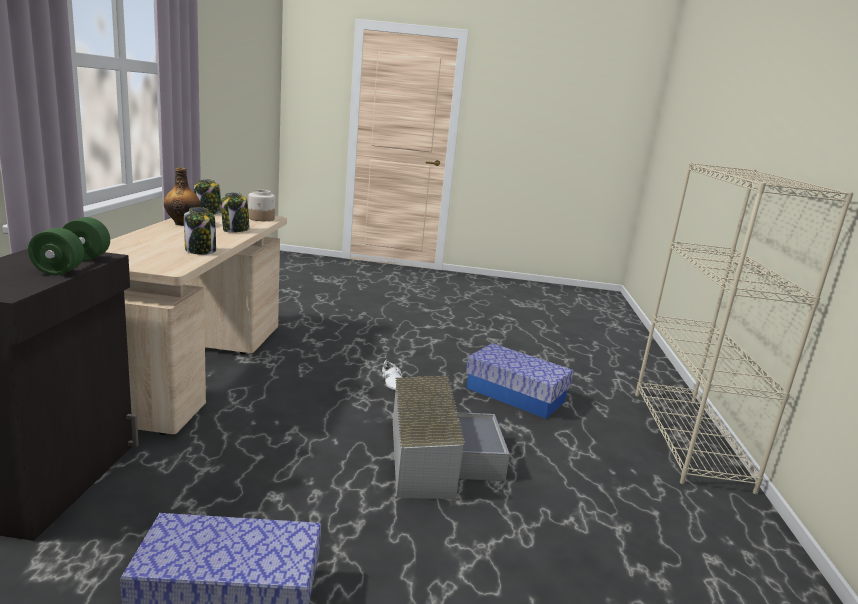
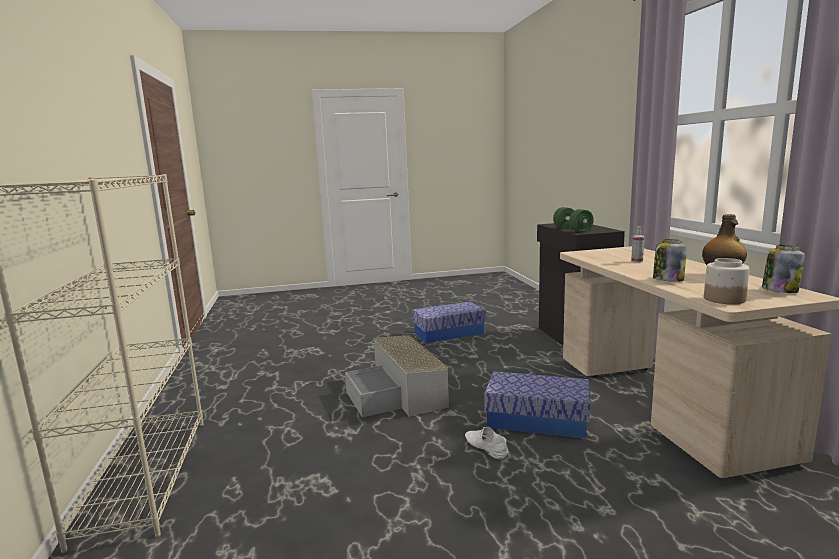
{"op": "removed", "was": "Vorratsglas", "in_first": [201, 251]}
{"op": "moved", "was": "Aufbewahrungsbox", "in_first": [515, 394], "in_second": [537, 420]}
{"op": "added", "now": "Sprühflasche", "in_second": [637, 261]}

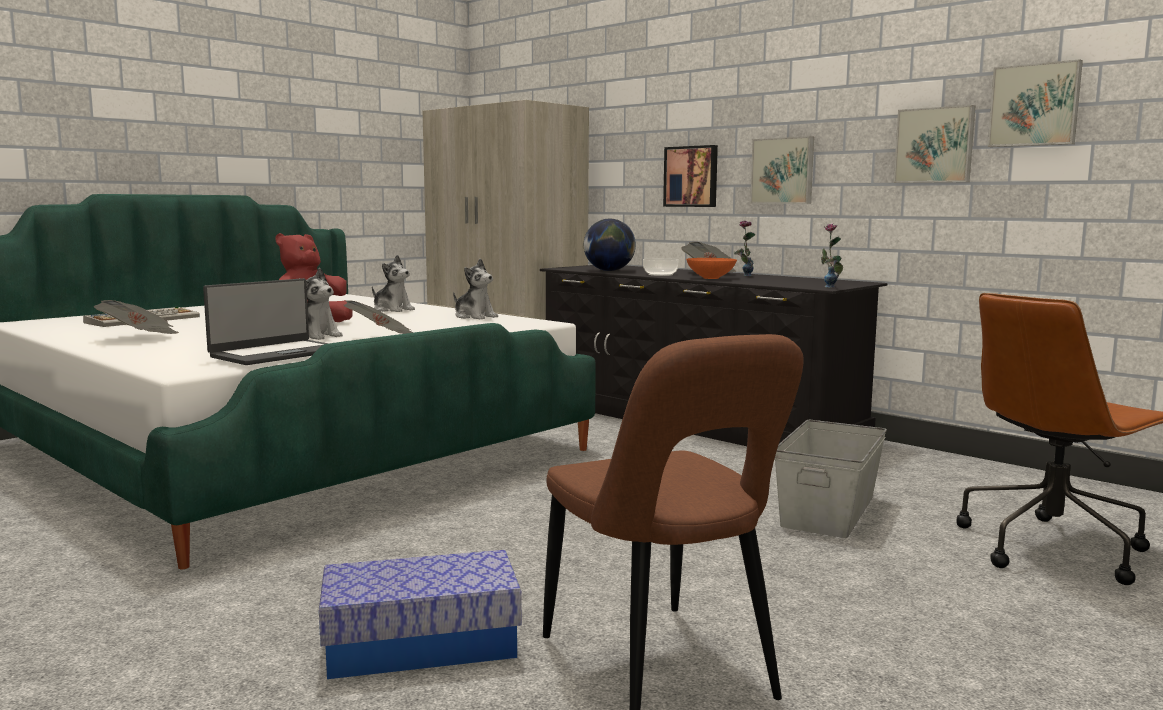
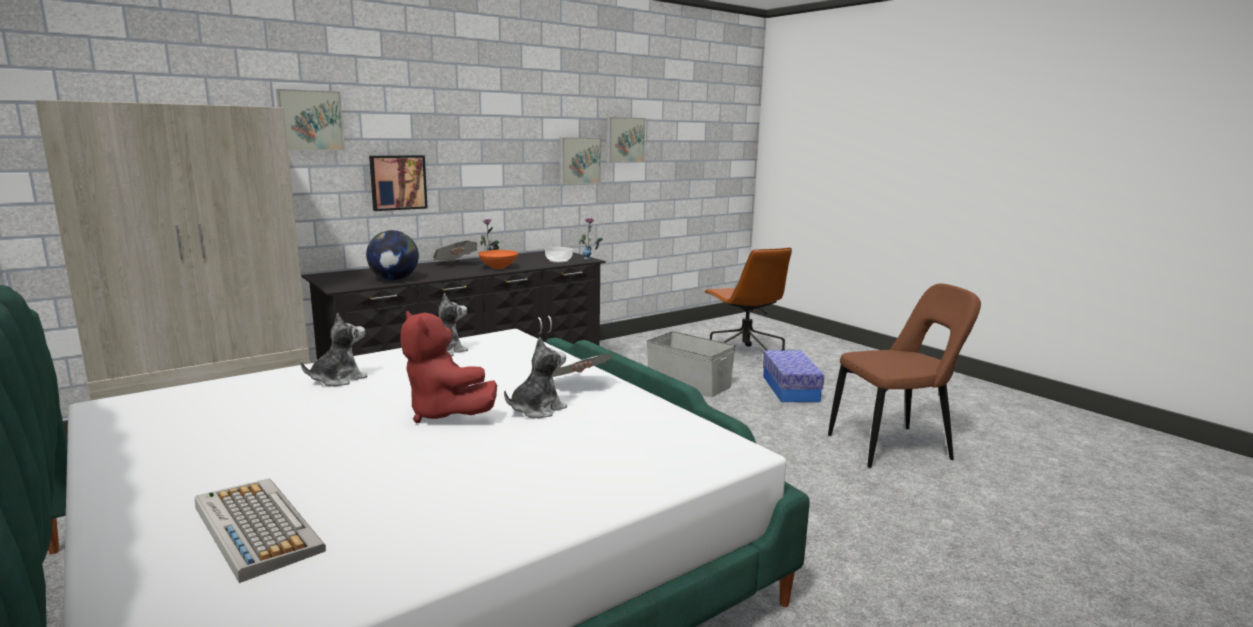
{"op": "moved", "was": "Bild", "in_first": [783, 171], "in_second": [310, 120]}
{"op": "moved", "was": "Schüssel", "in_first": [660, 274], "in_second": [558, 260]}
{"op": "removed", "was": "Laptop", "in_first": [277, 353]}
{"op": "removed", "was": "Zeitung", "in_first": [141, 338]}
{"op": "moved", "was": "Aufbewahrungsbox", "in_first": [421, 644], "in_second": [790, 388]}

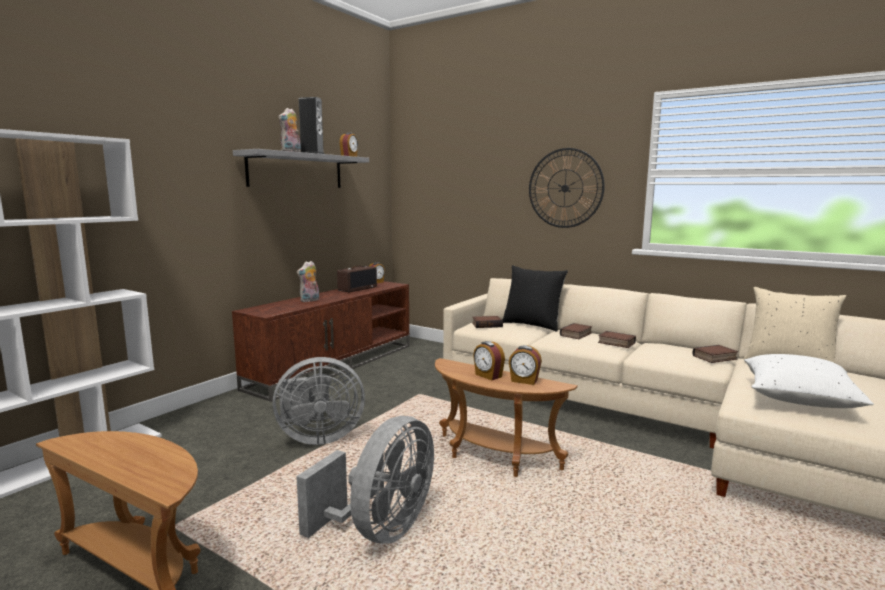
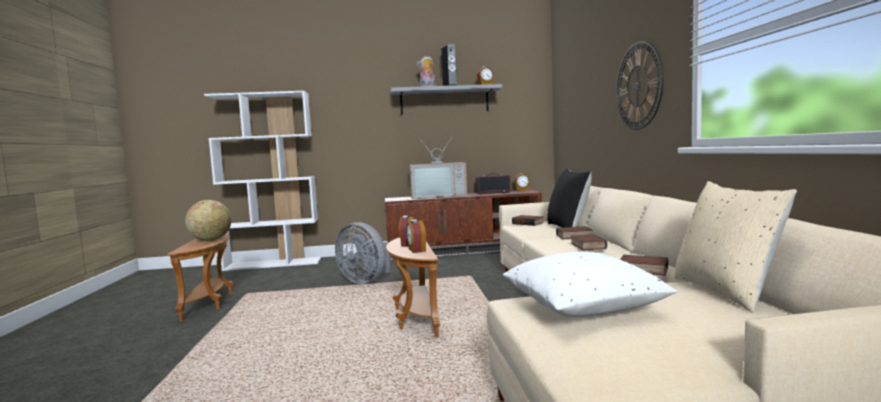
{"op": "replaced", "was": "Plüschtier", "now": "Fernseher", "in_first": [310, 300], "in_second": [438, 196]}
{"op": "removed", "was": "Ventilator [grau]", "in_first": [380, 530]}
{"op": "added", "now": "Globus", "in_second": [210, 240]}

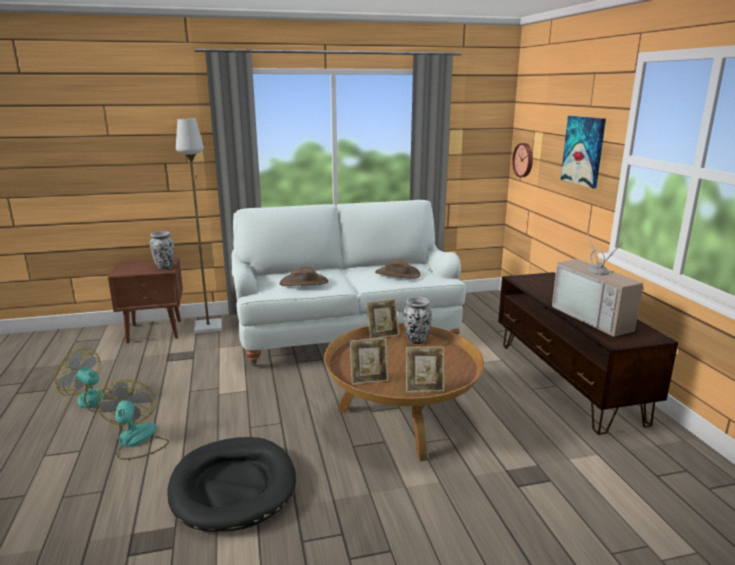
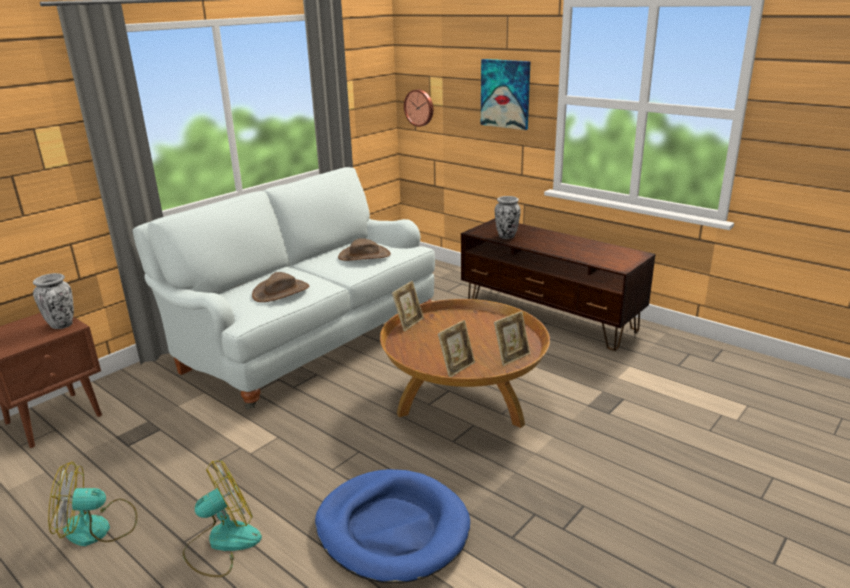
{"op": "removed", "was": "Stehlampe [grau]", "in_first": [208, 327]}
{"op": "removed", "was": "Fernseher", "in_first": [596, 318]}
{"op": "moved", "was": "Vase", "in_first": [416, 341], "in_second": [507, 236]}
{"op": "turned", "was": "Ventilator", "in_first": [136, 441], "in_second": [222, 543], "clockwise": 105}
{"op": "recoloured", "was": "Hundebett [schwarz]", "now": "Hundebett [blau]", "in_first": [233, 486], "in_second": [392, 529]}

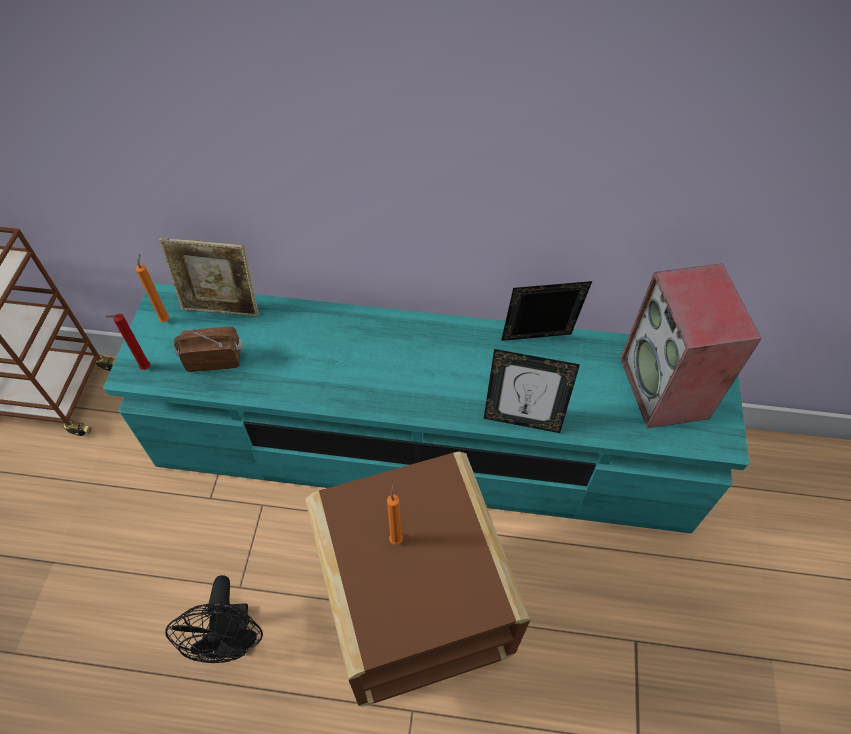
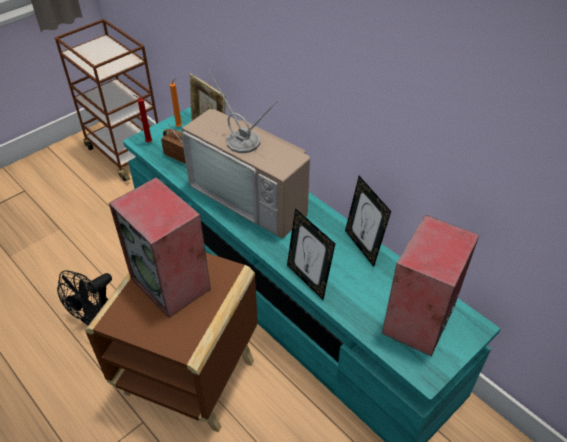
{"op": "turned", "was": "Bilderrahmen", "in_first": [537, 342], "in_second": [362, 246], "clockwise": -150}
{"op": "replaced", "was": "Kerze [orange]", "now": "Lautsprecher", "in_first": [396, 538], "in_second": [172, 283]}
{"op": "added", "now": "Fernseher", "in_second": [253, 195]}

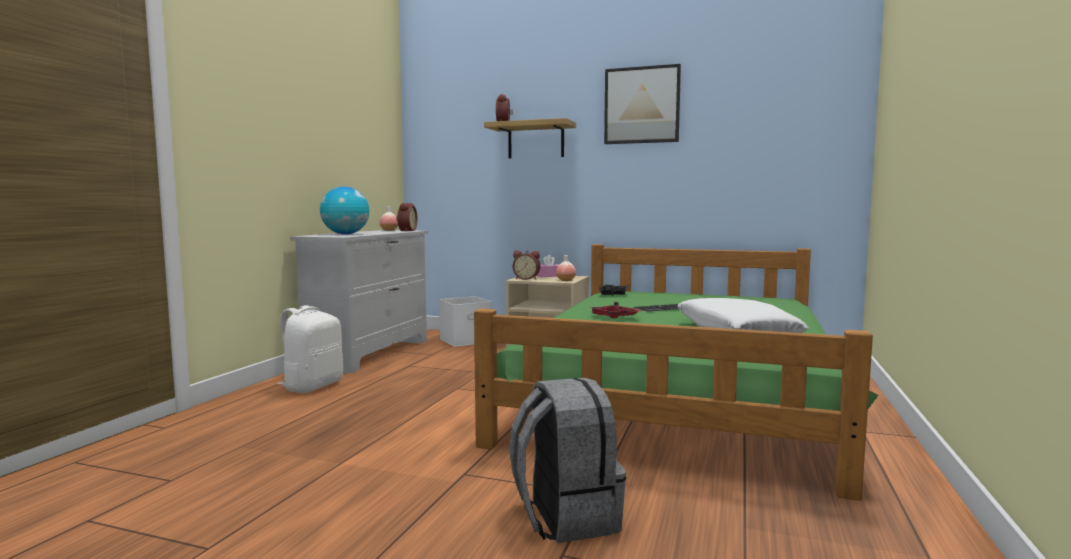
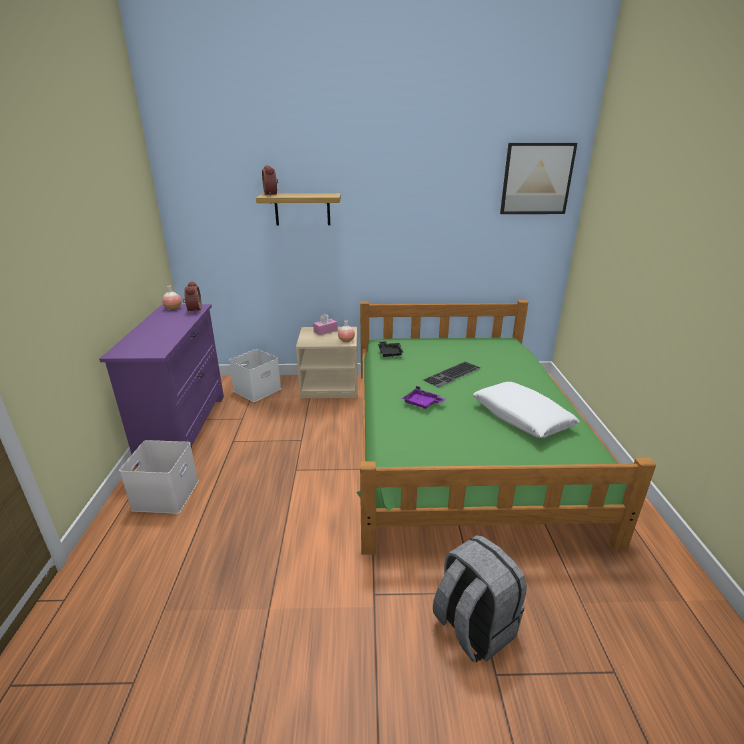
{"op": "moved", "was": "Bild", "in_first": [641, 105], "in_second": [536, 179]}
{"op": "removed", "was": "Globus", "in_first": [346, 234]}
{"op": "recoloured", "was": "Kommode [weiß]", "now": "Kommode [lila]", "in_first": [370, 353], "in_second": [184, 426]}
{"op": "removed", "was": "Wecker", "in_first": [527, 278]}
{"op": "recoloured", "was": "Tablett [rot]", "now": "Tablett [lila]", "in_first": [614, 317], "in_second": [422, 403]}
{"op": "replaced", "was": "Rucksack [weiß]", "now": "Aufbewahrungsbox [weiß]", "in_first": [312, 386], "in_second": [165, 494]}

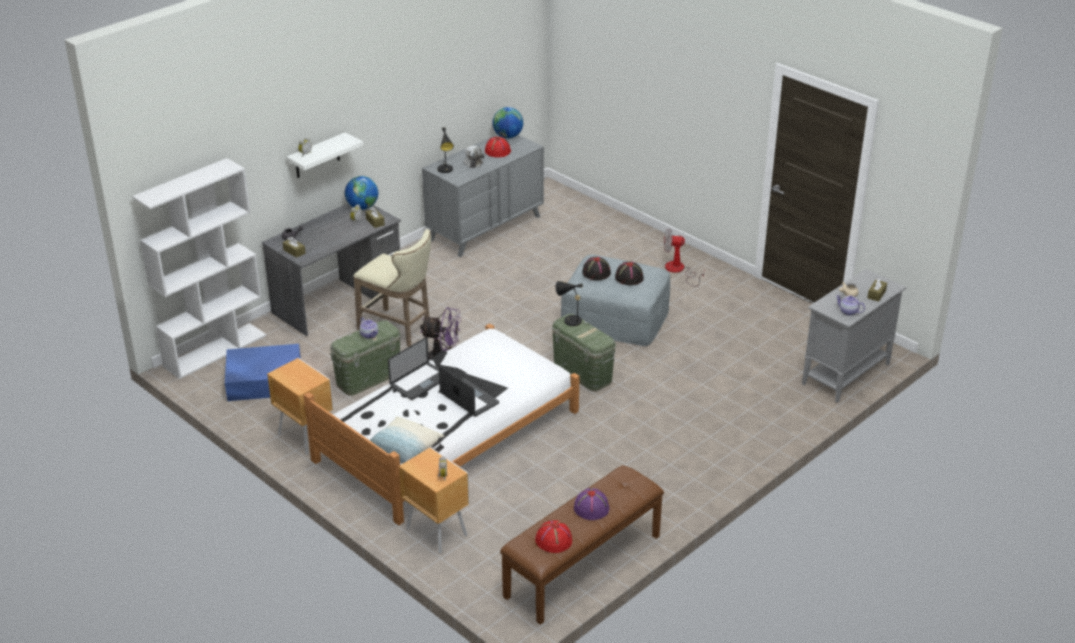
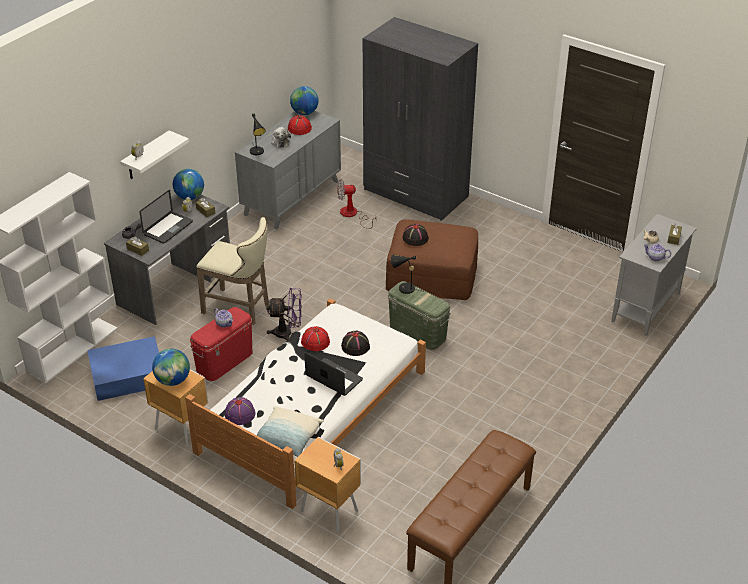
{"op": "moved", "was": "Ventilator", "in_first": [679, 271], "in_second": [353, 215]}
{"op": "recoloured", "was": "Polsterhocker [grau]", "now": "Polsterhocker [braun]", "in_first": [615, 318], "in_second": [432, 275]}
{"op": "moved", "was": "Hut [schwarz]", "in_first": [629, 277], "in_second": [355, 346]}
{"op": "recoloured", "was": "Aufbewahrungsbox [grün]", "now": "Aufbewahrungsbox [rot]", "in_first": [368, 378], "in_second": [224, 361]}
{"op": "moved", "was": "Laptop", "in_first": [420, 382], "in_second": [168, 228]}
{"op": "moved", "was": "Hut [lila]", "in_first": [591, 507], "in_second": [240, 413]}
{"op": "moved", "was": "Hut [rot]", "in_first": [553, 540], "in_second": [315, 342]}
{"op": "added", "now": "Kleiderschrank [grau]", "in_second": [415, 193]}
{"op": "added", "now": "Globus", "in_second": [173, 380]}

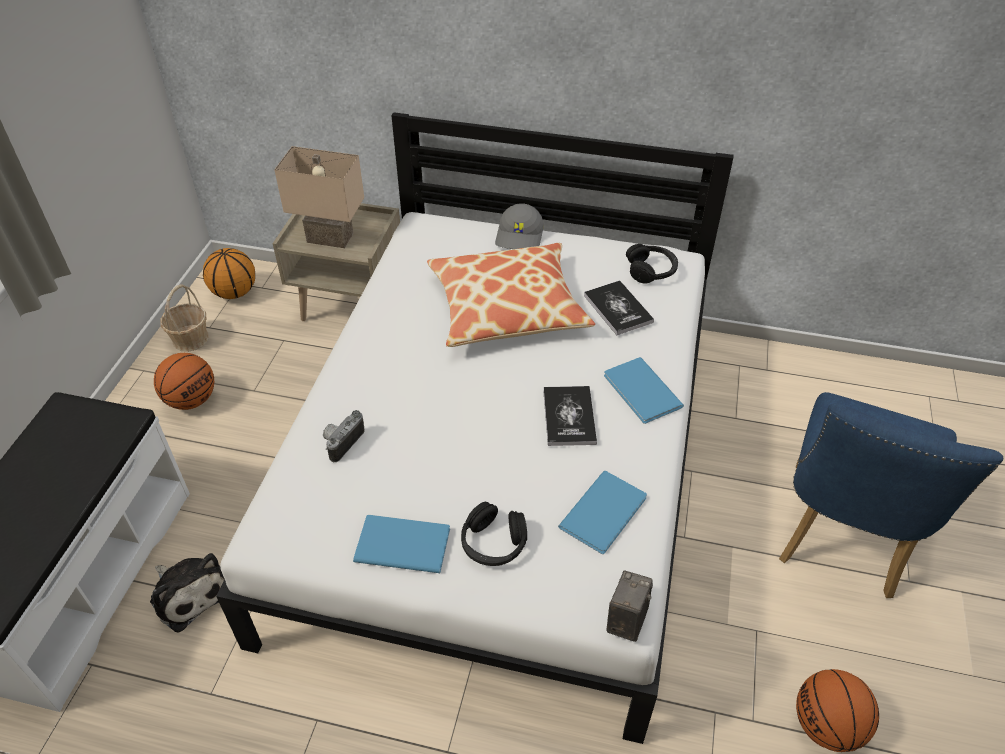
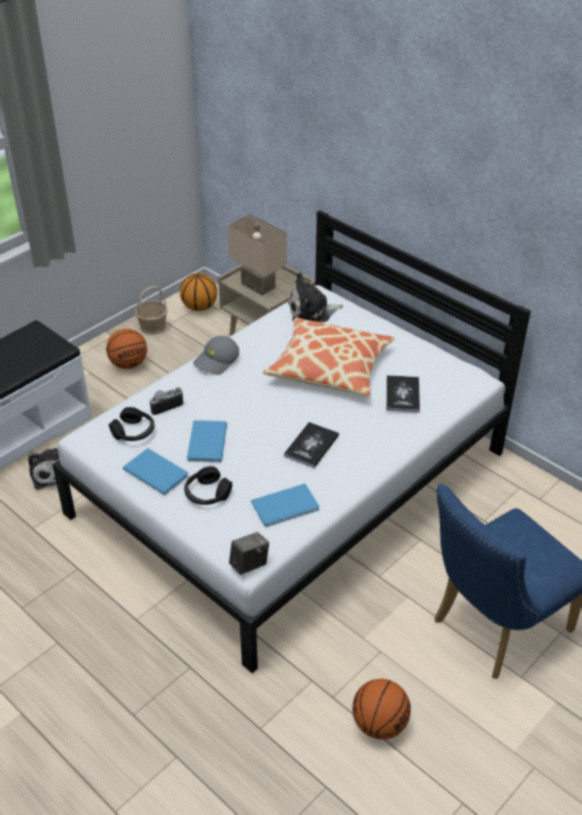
{"op": "moved", "was": "Kappe [grau]", "in_first": [520, 236], "in_second": [217, 361]}
{"op": "moved", "was": "Kopfhörer [schwarz]", "in_first": [651, 270], "in_second": [134, 432]}
{"op": "moved", "was": "Buch [blau]", "in_first": [641, 393], "in_second": [205, 443]}
{"op": "added", "now": "Plüschtier", "in_second": [311, 311]}

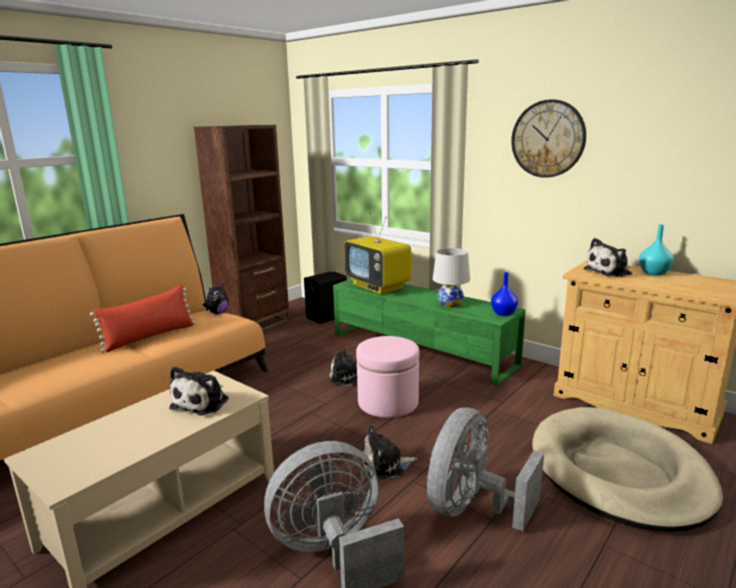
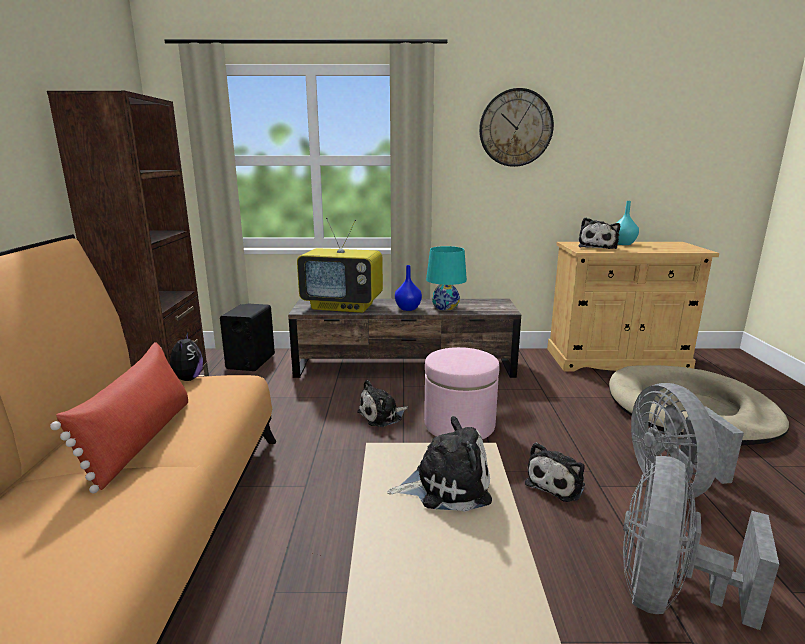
{"op": "recoloured", "was": "Tischlampe [weiß]", "now": "Tischlampe [türkis]", "in_first": [450, 304], "in_second": [445, 307]}
{"op": "moved", "was": "Vase [blau]", "in_first": [503, 313], "in_second": [408, 309]}
{"op": "recoloured", "was": "Fernsehschrank [grün]", "now": "Fernsehschrank [braun]", "in_first": [421, 350], "in_second": [405, 366]}
{"op": "turned", "was": "Plüschtier", "in_first": [202, 402], "in_second": [446, 485], "clockwise": -75}

